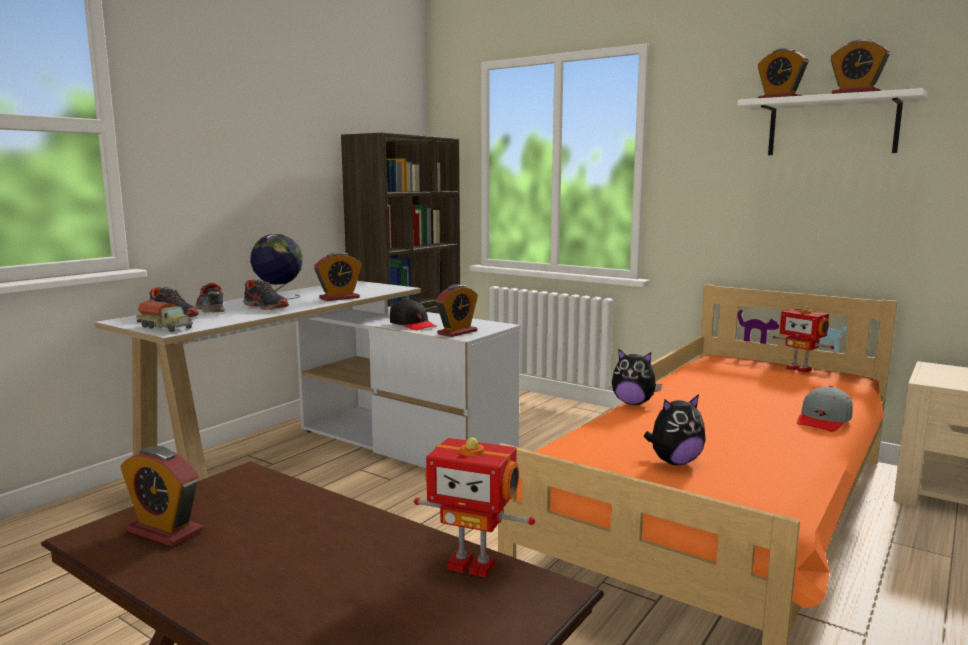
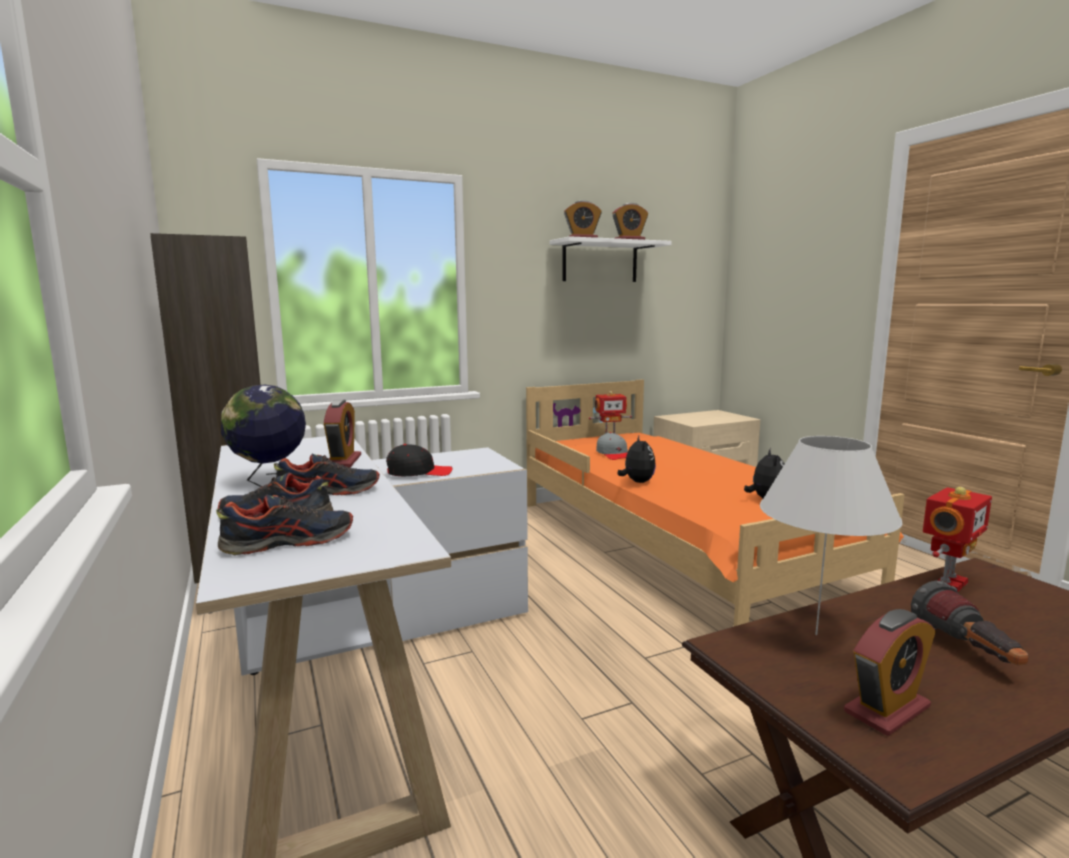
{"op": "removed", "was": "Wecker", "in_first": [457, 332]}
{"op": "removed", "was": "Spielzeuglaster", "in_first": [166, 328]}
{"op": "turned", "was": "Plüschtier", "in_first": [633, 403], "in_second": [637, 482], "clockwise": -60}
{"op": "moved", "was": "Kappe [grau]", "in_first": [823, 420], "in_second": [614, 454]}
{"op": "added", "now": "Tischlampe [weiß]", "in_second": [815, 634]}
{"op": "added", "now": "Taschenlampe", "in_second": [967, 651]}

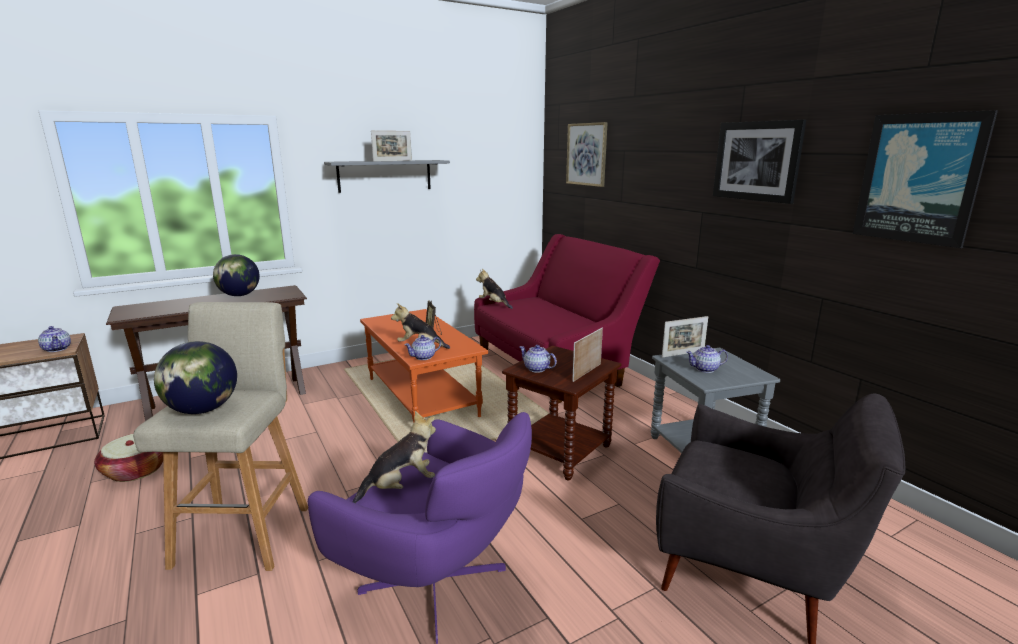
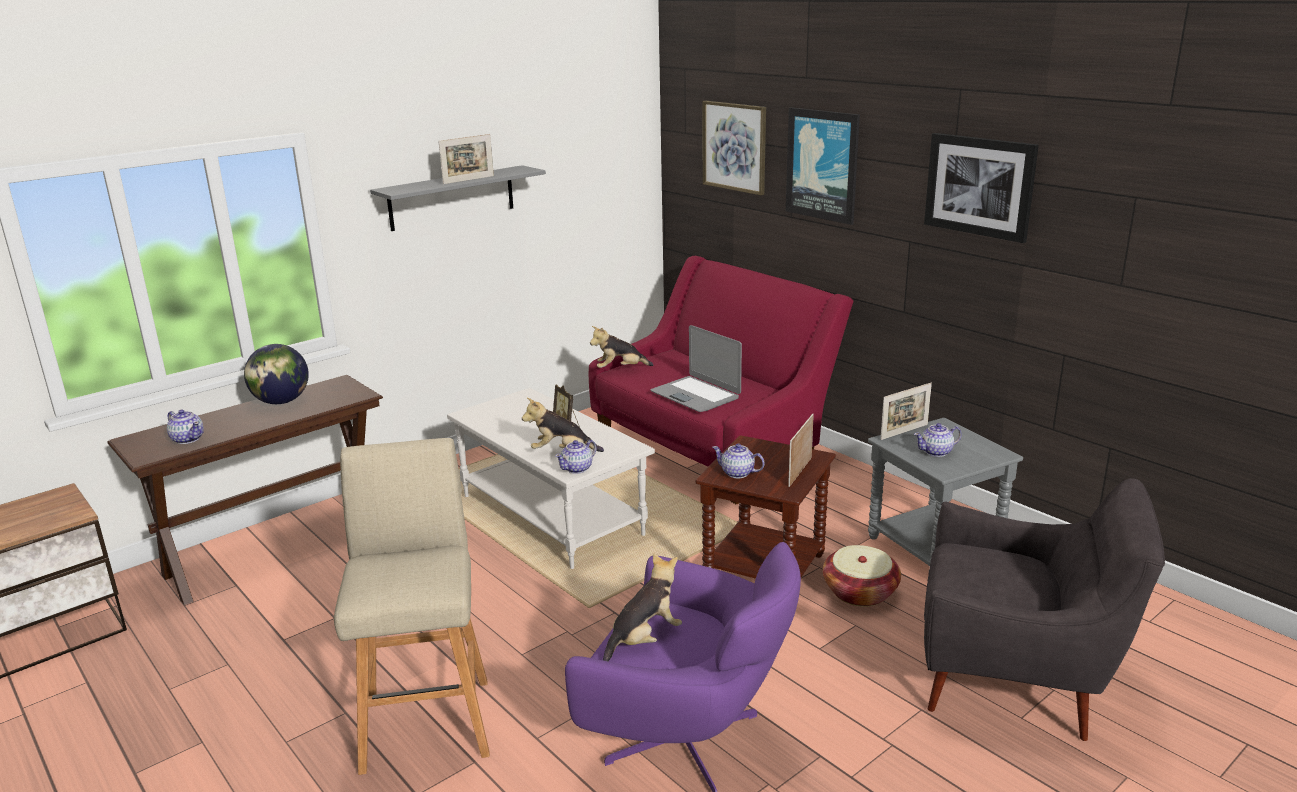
{"op": "moved", "was": "Bild", "in_first": [919, 178], "in_second": [822, 165]}
{"op": "turned", "was": "Plüschtier", "in_first": [494, 304], "in_second": [620, 369], "clockwise": -45}
{"op": "recoloured", "was": "Couchtisch [orange]", "now": "Couchtisch [weiß]", "in_first": [423, 397], "in_second": [553, 515]}
{"op": "moved", "was": "Teekanne", "in_first": [57, 349], "in_second": [188, 439]}
{"op": "removed", "was": "Globus", "in_first": [202, 410]}
{"op": "moved", "was": "Korb", "in_first": [136, 470], "in_second": [860, 592]}
{"op": "added", "now": "Laptop", "in_second": [695, 395]}

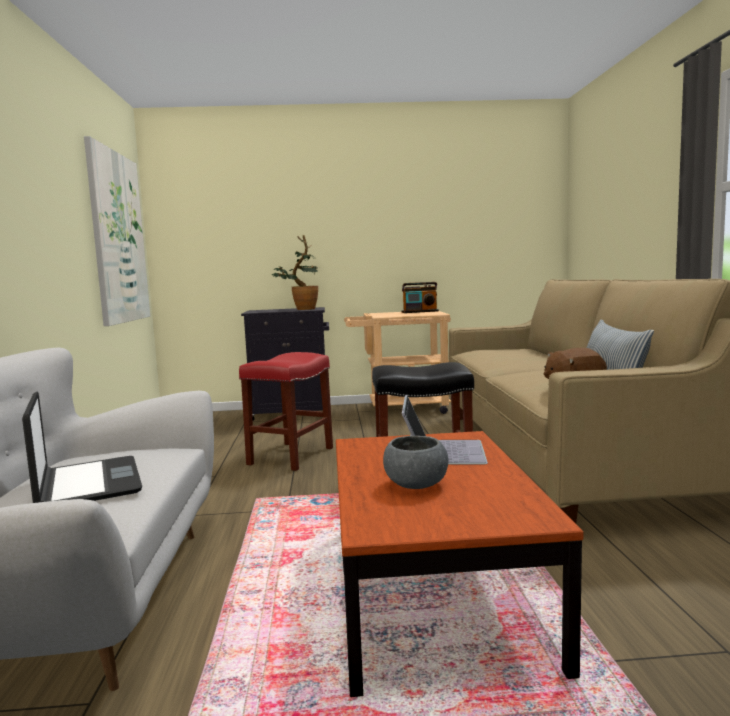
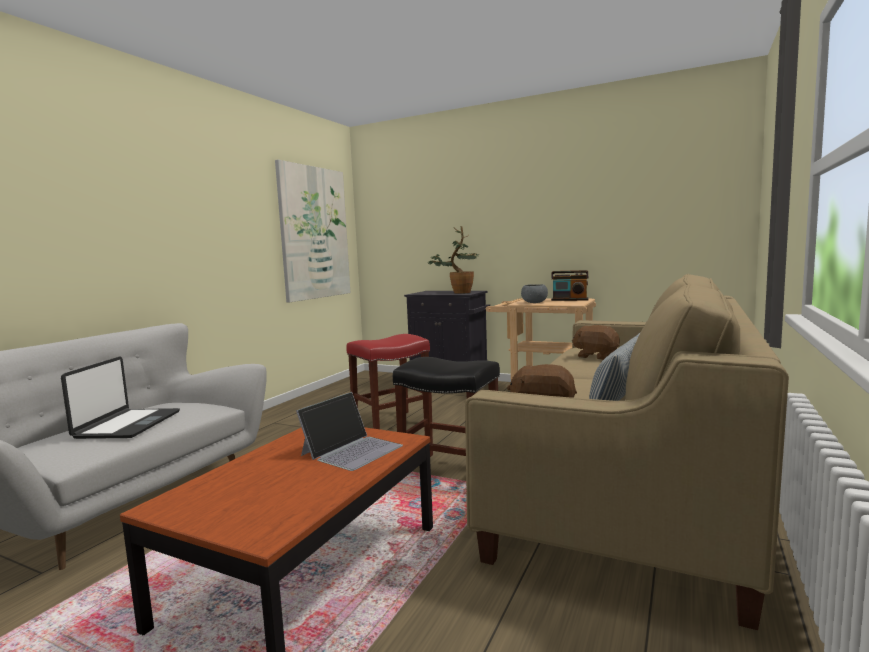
{"op": "moved", "was": "Schüssel [grau]", "in_first": [415, 485], "in_second": [534, 302]}
{"op": "added", "now": "Plüschtier [braun]", "in_second": [596, 356]}

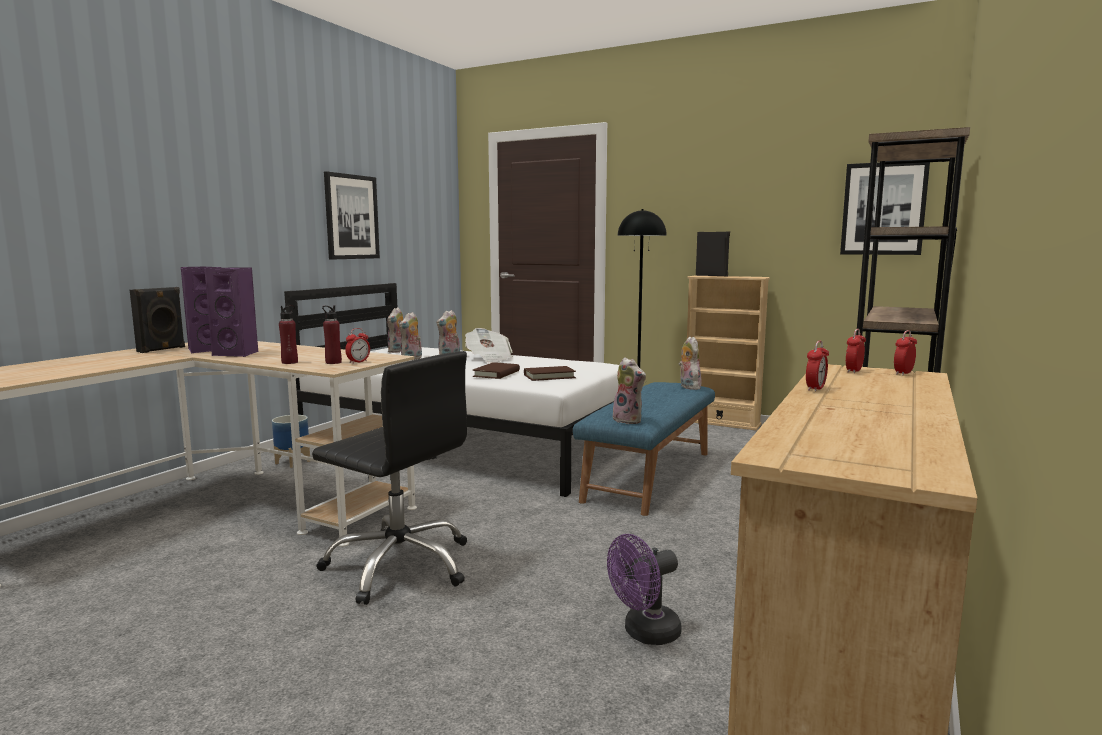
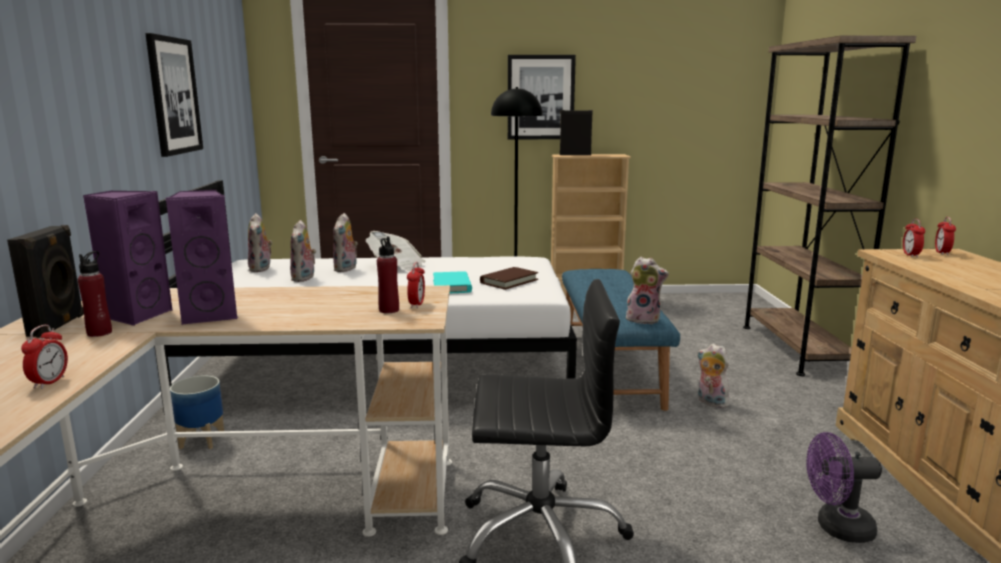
{"op": "moved", "was": "Bild", "in_first": [883, 209], "in_second": [540, 97]}
{"op": "moved", "was": "Flasche [rot]", "in_first": [290, 362], "in_second": [99, 333]}
{"op": "moved", "was": "Plüschtier", "in_first": [688, 387], "in_second": [710, 402]}
{"op": "moved", "was": "Wecker", "in_first": [815, 389], "in_second": [49, 382]}
{"op": "recoloured", "was": "Buch [braun]", "now": "Buch [türkis]", "in_first": [496, 374], "in_second": [452, 286]}
{"op": "turned", "was": "Ventilator [lila]", "in_first": [644, 633], "in_second": [836, 528], "clockwise": 60}

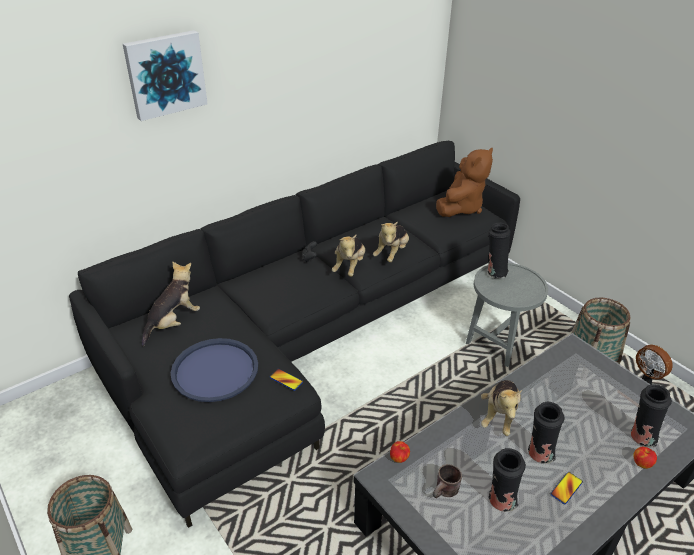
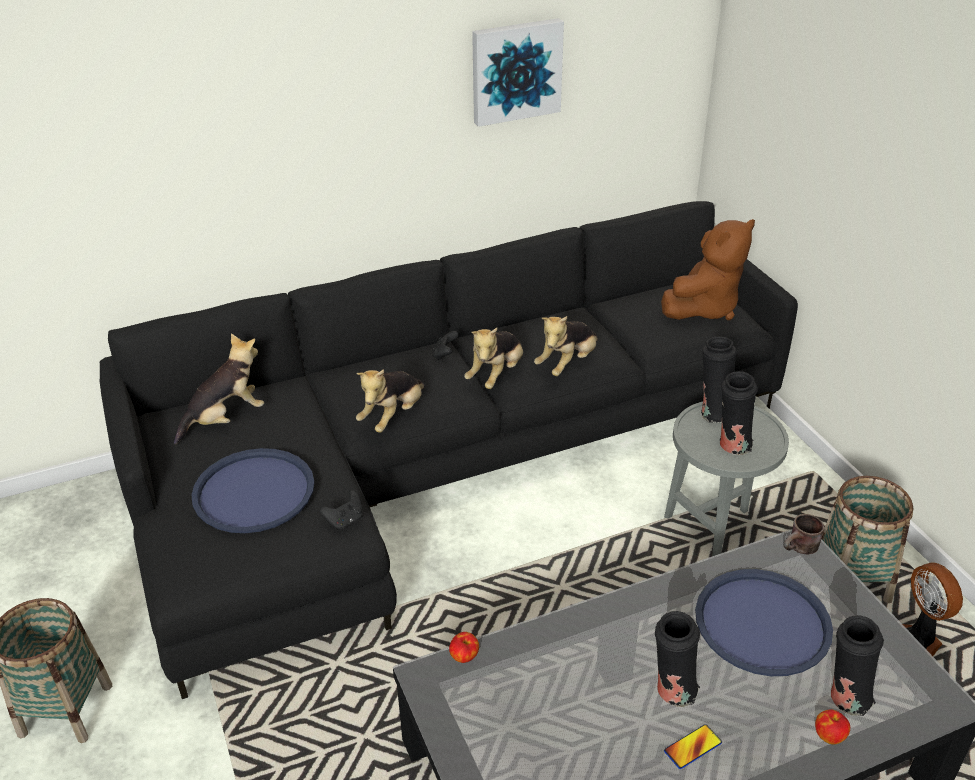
{"op": "moved", "was": "Bild", "in_first": [165, 74], "in_second": [515, 71]}
{"op": "replaced", "was": "Handy", "now": "Gamepad [schwarz]", "in_first": [286, 380], "in_second": [345, 521]}
{"op": "moved", "was": "Plüschtier", "in_first": [499, 415], "in_second": [393, 416]}
{"op": "moved", "was": "Vase [schwarz]", "in_first": [500, 501], "in_second": [732, 446]}
{"op": "moved", "was": "Henkelbecher [braun]", "in_first": [446, 493], "in_second": [801, 549]}
{"op": "added", "now": "Tablett [blau]", "in_second": [762, 623]}

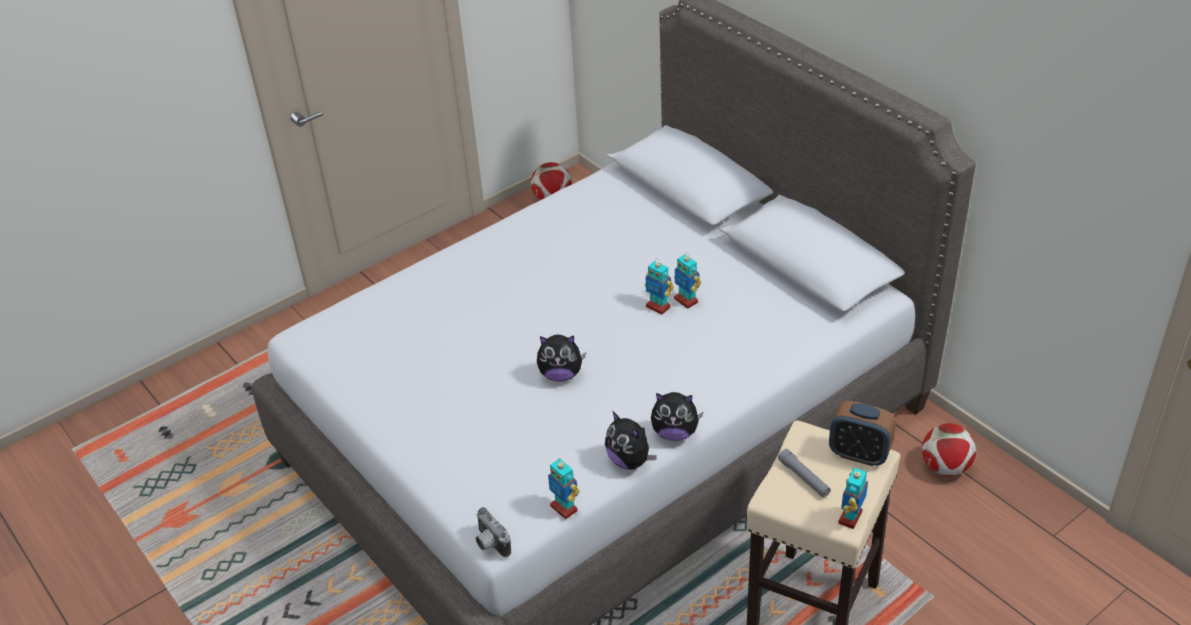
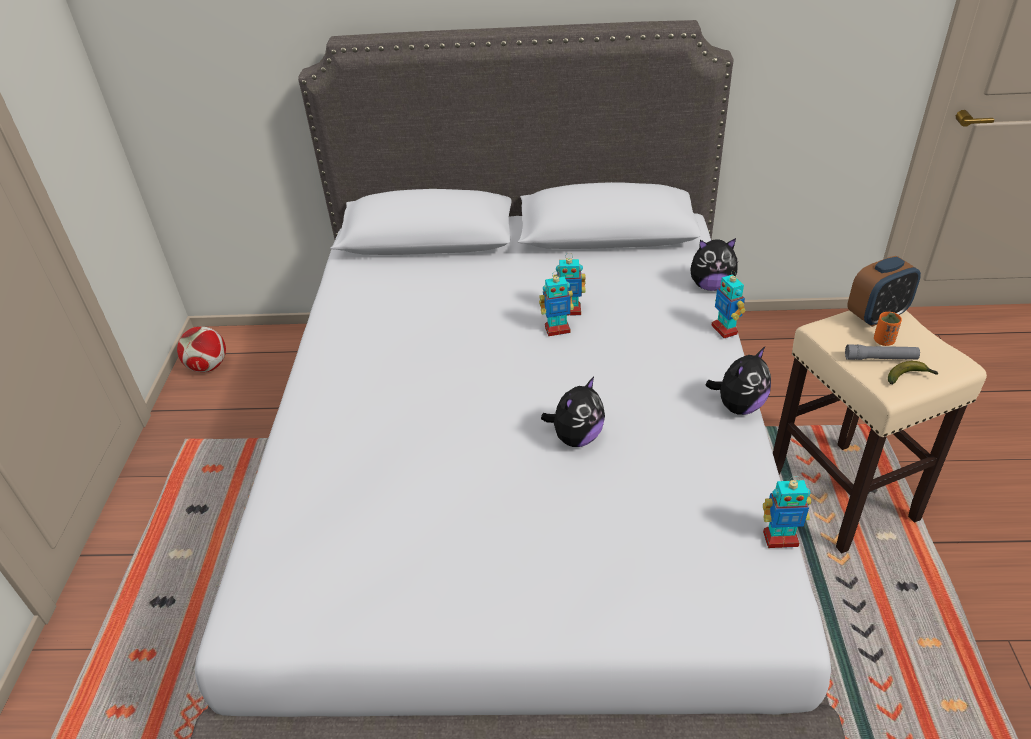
{"op": "moved", "was": "Plüschtier", "in_first": [630, 461], "in_second": [711, 286]}
{"op": "removed", "was": "Fußball", "in_first": [945, 467]}
{"op": "moved", "was": "Spielzeugroboter", "in_first": [851, 518], "in_second": [725, 329]}
{"op": "removed", "was": "Kamera", "in_first": [490, 544]}
{"op": "added", "now": "Tasse [orange]", "in_second": [883, 341]}
{"op": "added", "now": "Banane", "in_second": [910, 377]}

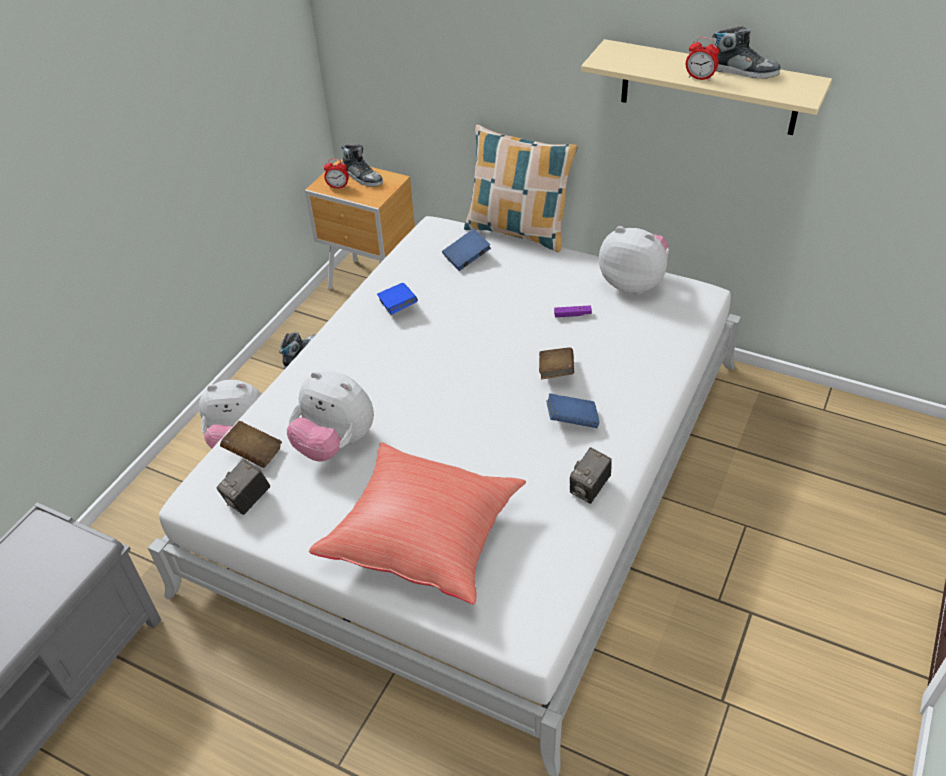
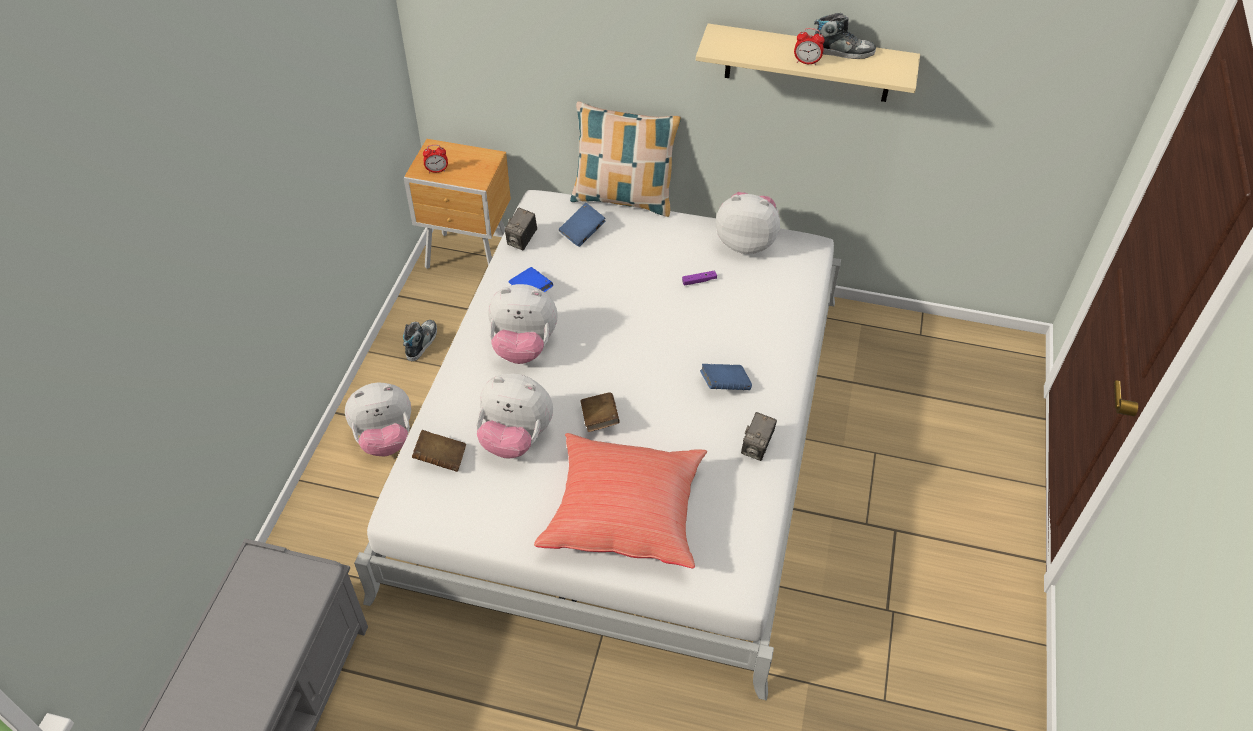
{"op": "removed", "was": "Schuh", "in_first": [362, 177]}
{"op": "moved", "was": "Buch [braun]", "in_first": [556, 372], "in_second": [599, 419]}
{"op": "moved", "was": "Kamera", "in_first": [248, 500], "in_second": [522, 241]}
{"op": "added", "now": "Plüschtier", "in_second": [523, 347]}

